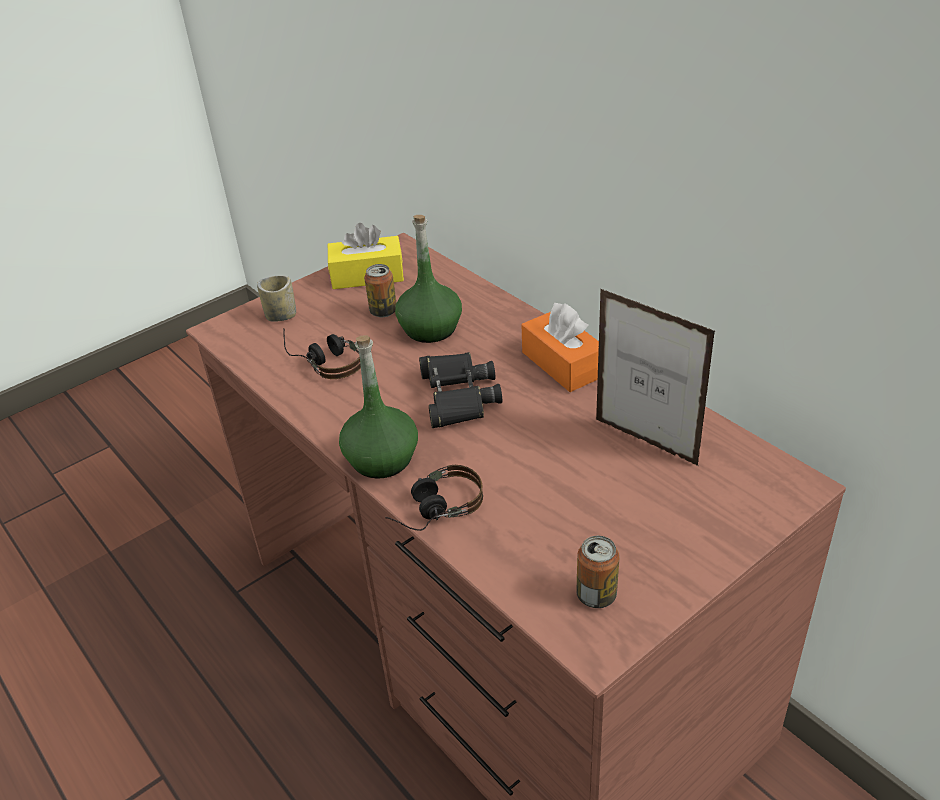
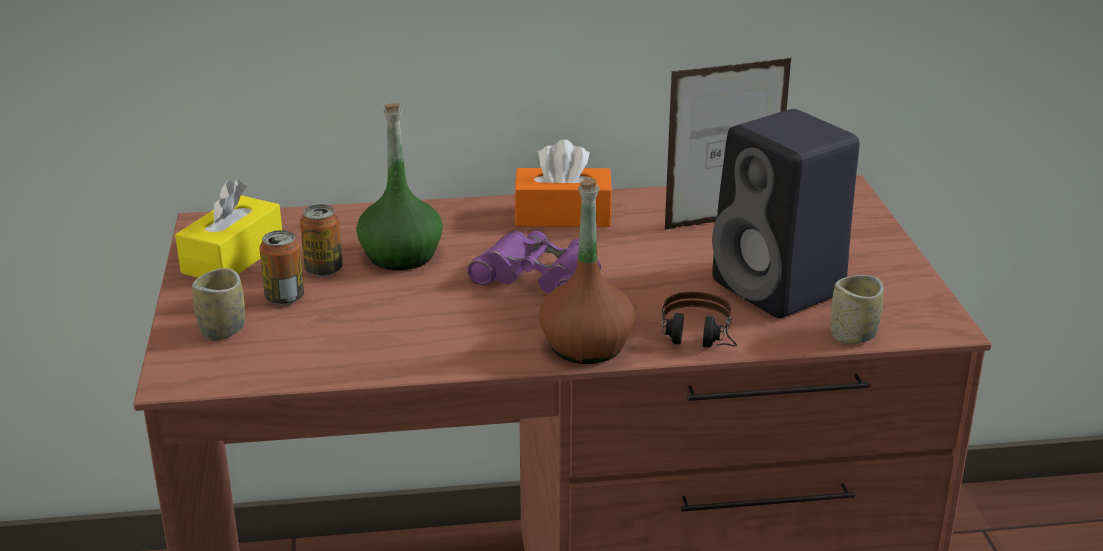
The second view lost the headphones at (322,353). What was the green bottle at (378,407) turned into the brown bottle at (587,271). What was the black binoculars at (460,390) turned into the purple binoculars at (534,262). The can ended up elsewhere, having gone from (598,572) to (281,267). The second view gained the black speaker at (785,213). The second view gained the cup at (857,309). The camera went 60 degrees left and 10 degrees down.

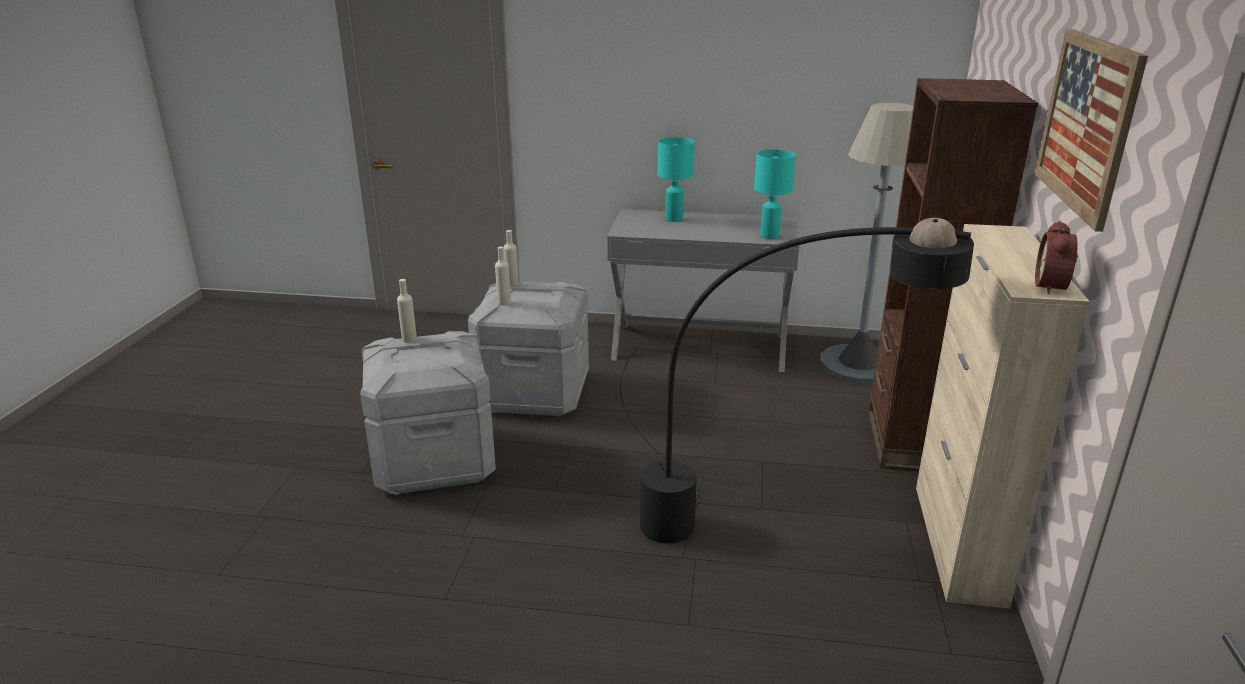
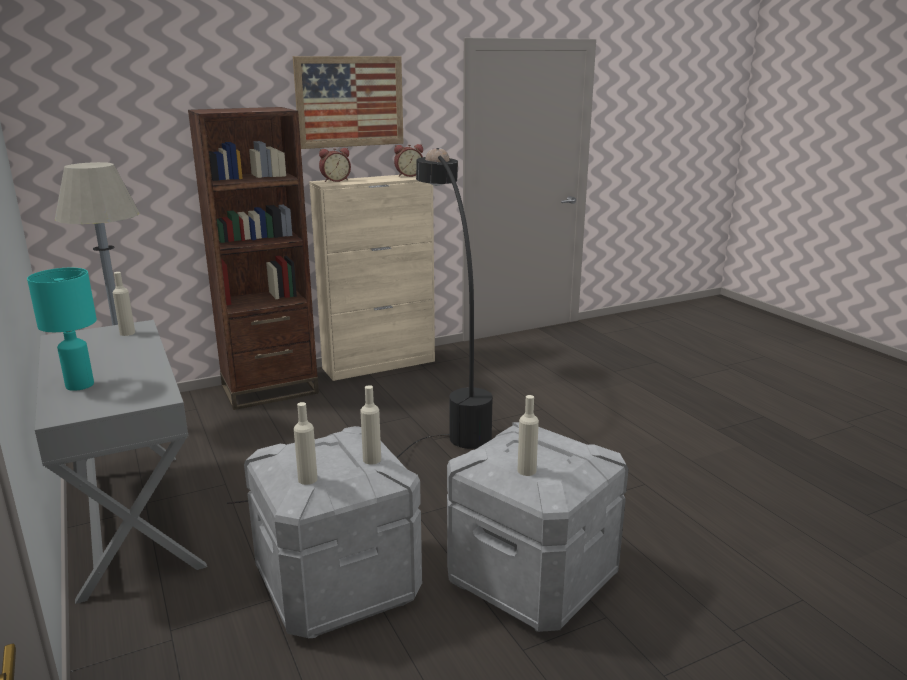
Where the turquoise table lamp stood at (775,194), the beige bottle came to stand at (124,304). The second view gained the alarm clock at (335,165). The camera went 125 degrees left and 5 degrees down.

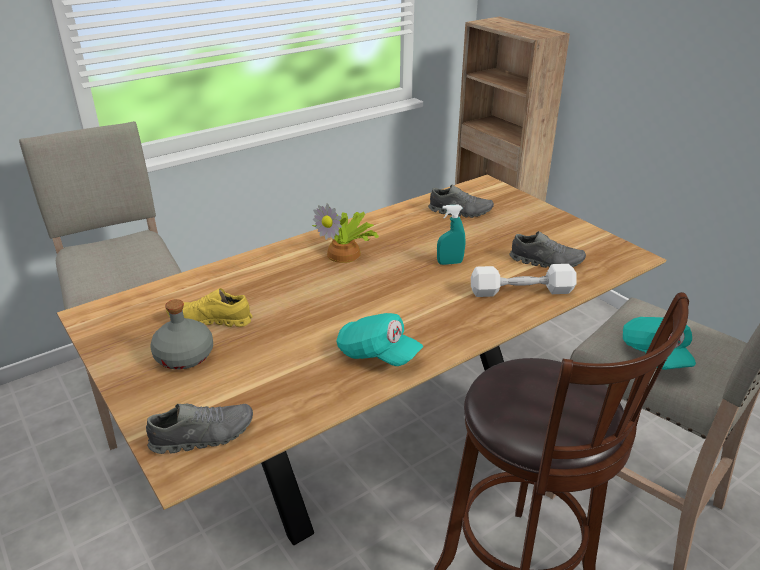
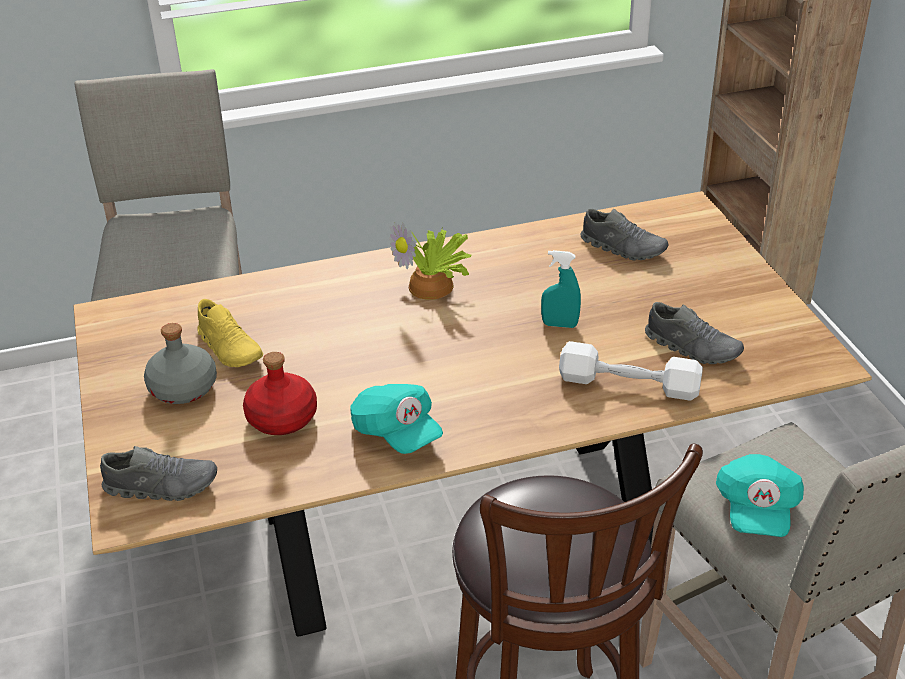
The yellow shoe at (209,307) ended up facing another way, 150 degrees counterclockwise from before. The second view gained the red bottle at (280,393). The camera went 20 degrees right and 5 degrees up.

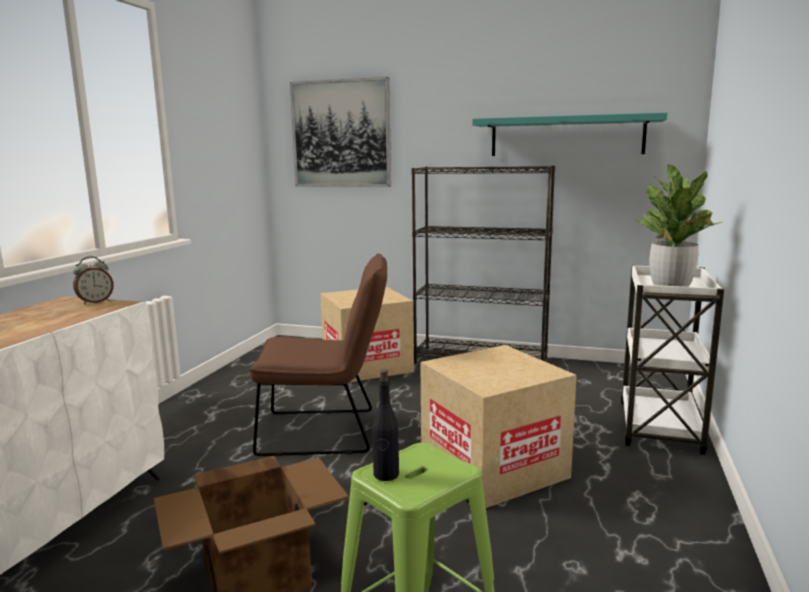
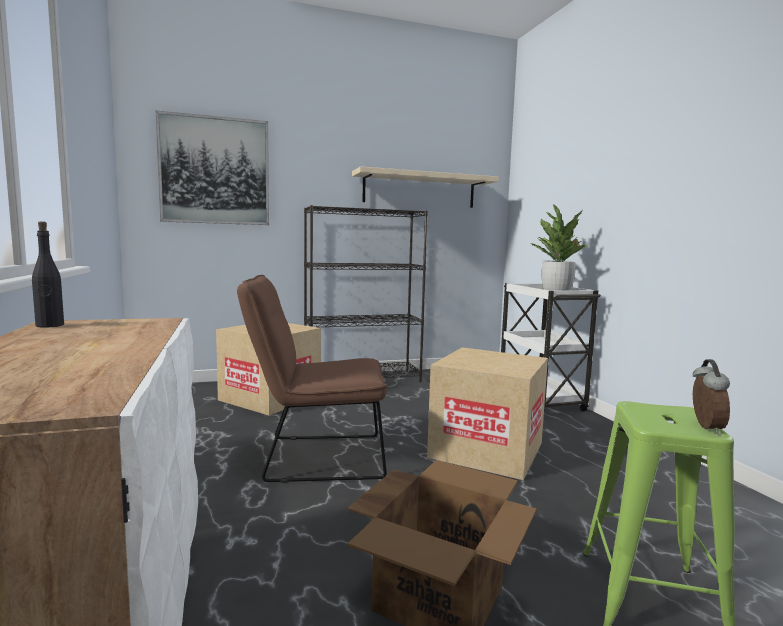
What was the turquoise shelf at (569,134) turned into the beige shelf at (425,187). The brown chair at (317,355) ended up facing another way, 150 degrees counterclockwise from before. The alarm clock ended up elsewhere, having gone from (93,280) to (711,396). The black bottle ended up elsewhere, having gone from (385,425) to (48,274). The camera went 35 degrees left and 5 degrees down.

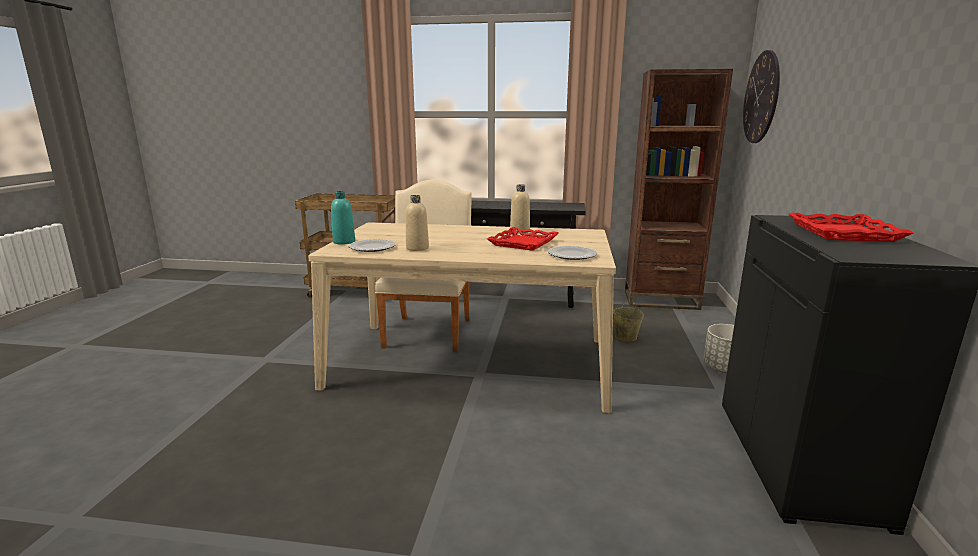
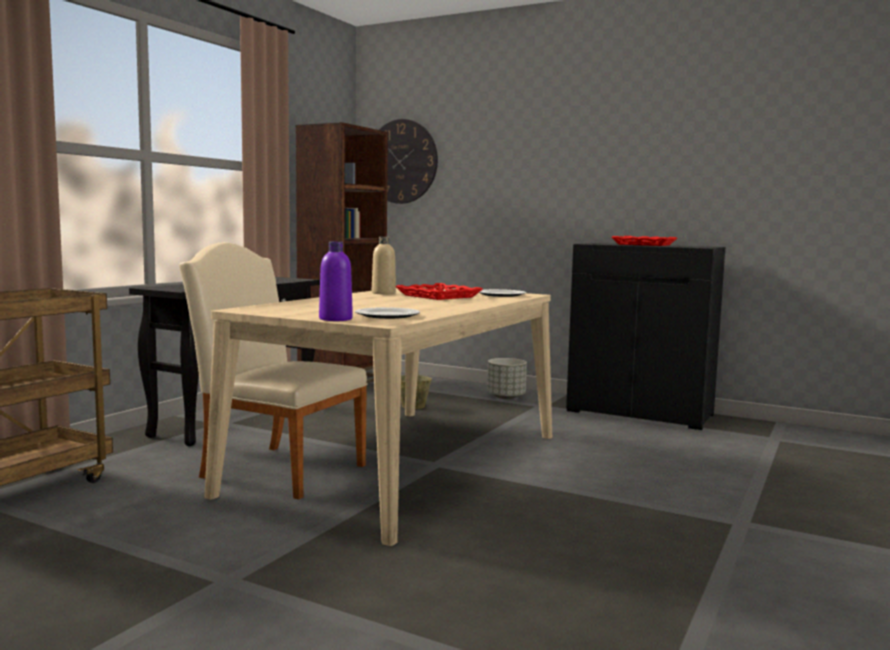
What was the turquoise bottle at (343,218) turned into the purple bottle at (336,281). The second view lost the beige bottle at (417,223). The camera went 70 degrees left and 10 degrees down.

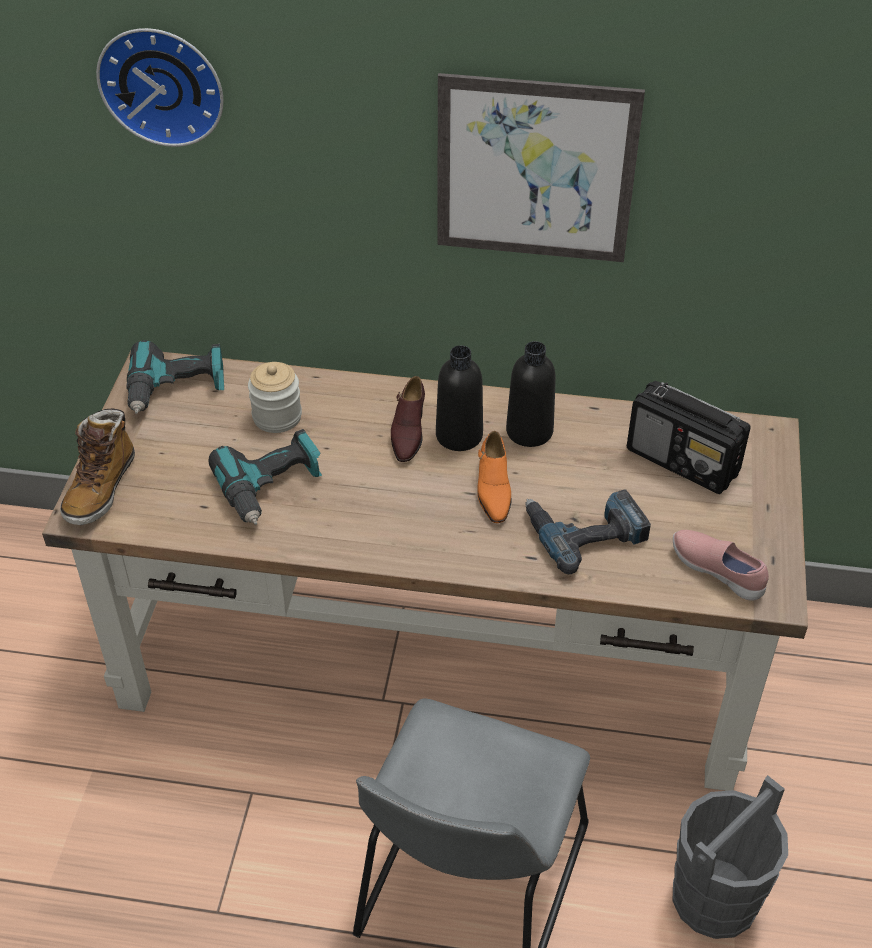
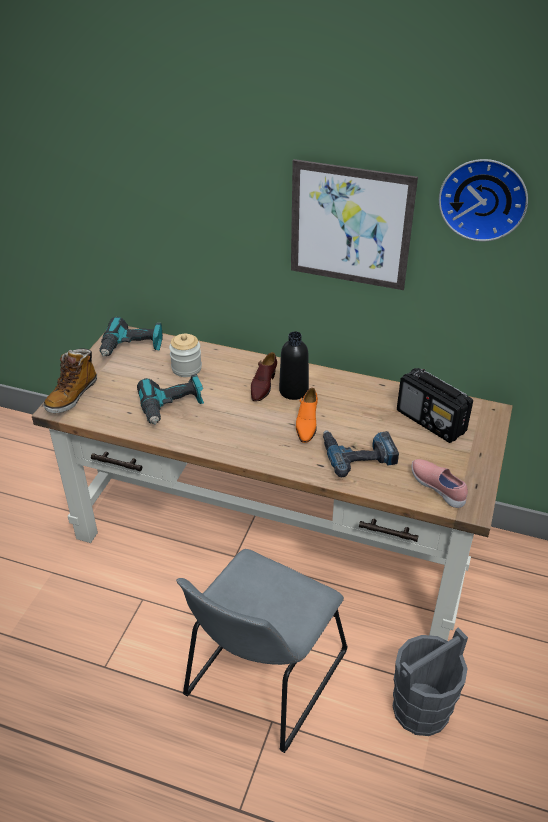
The wall clock ended up elsewhere, having gone from (160,87) to (483,200). The second view lost the black bottle at (531,394). The camera went 10 degrees right and 5 degrees down.

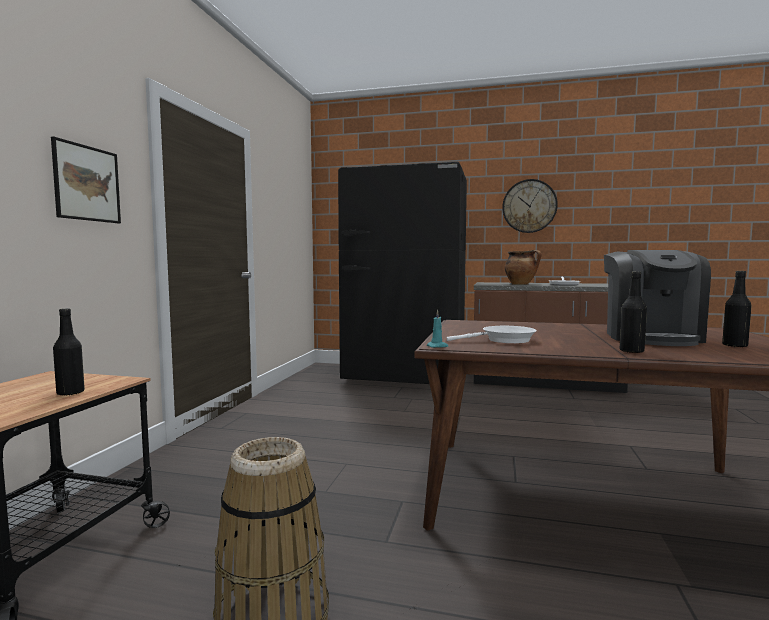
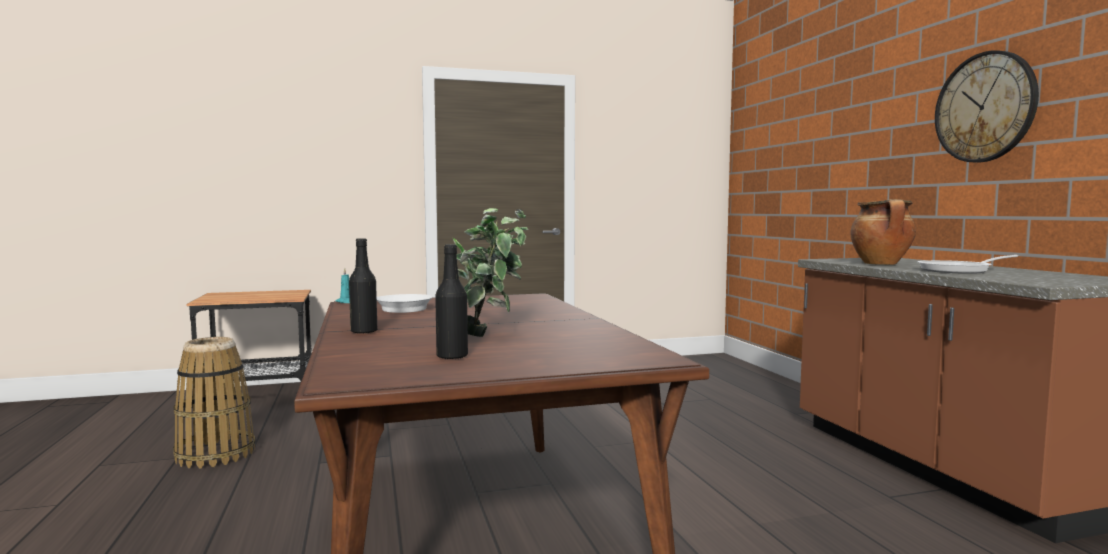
The second view lost the picture at (86,179). The second view lost the black fridge at (402,272). Where the coffee machine stood at (657,298), the potted plant came to stand at (491,272). The second view lost the black bottle at (69,351). The camera went 60 degrees right and 0 degrees up.

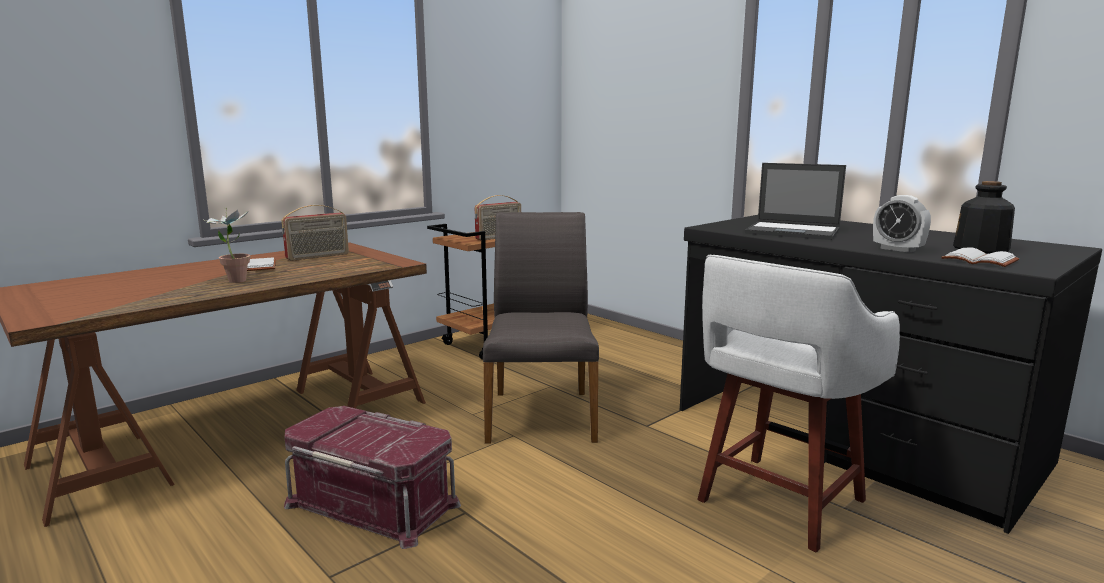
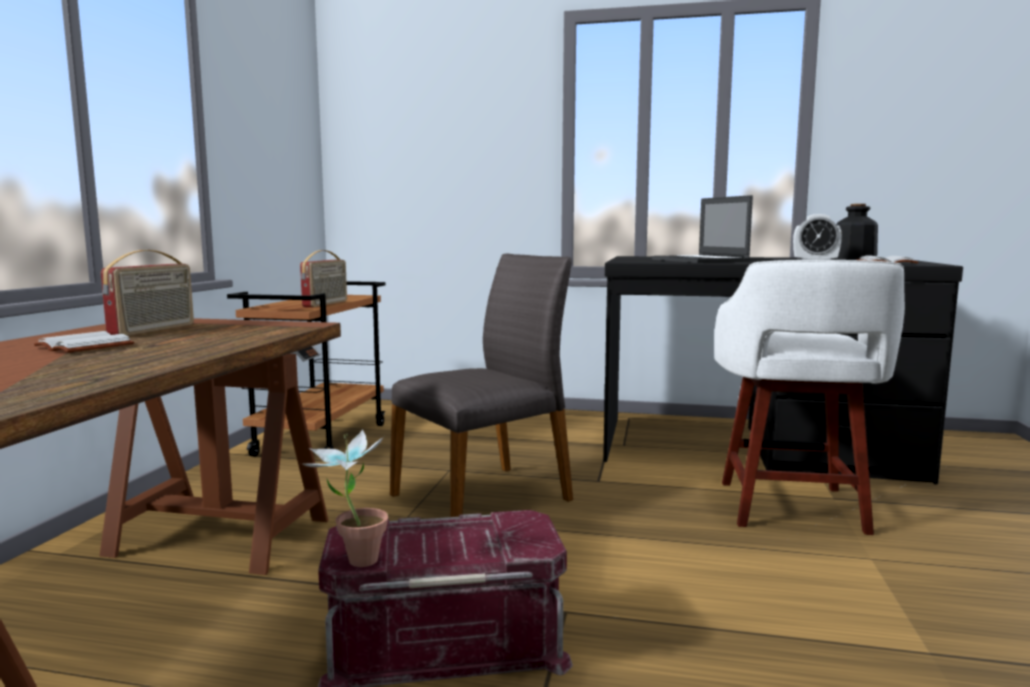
The laptop at (795,201) ended up facing another way, 75 degrees clockwise from before. The potted plant ended up elsewhere, having gone from (226,245) to (344,498). The grey chair at (541,328) ended up facing another way, 90 degrees clockwise from before. The camera went 35 degrees left and 5 degrees down.

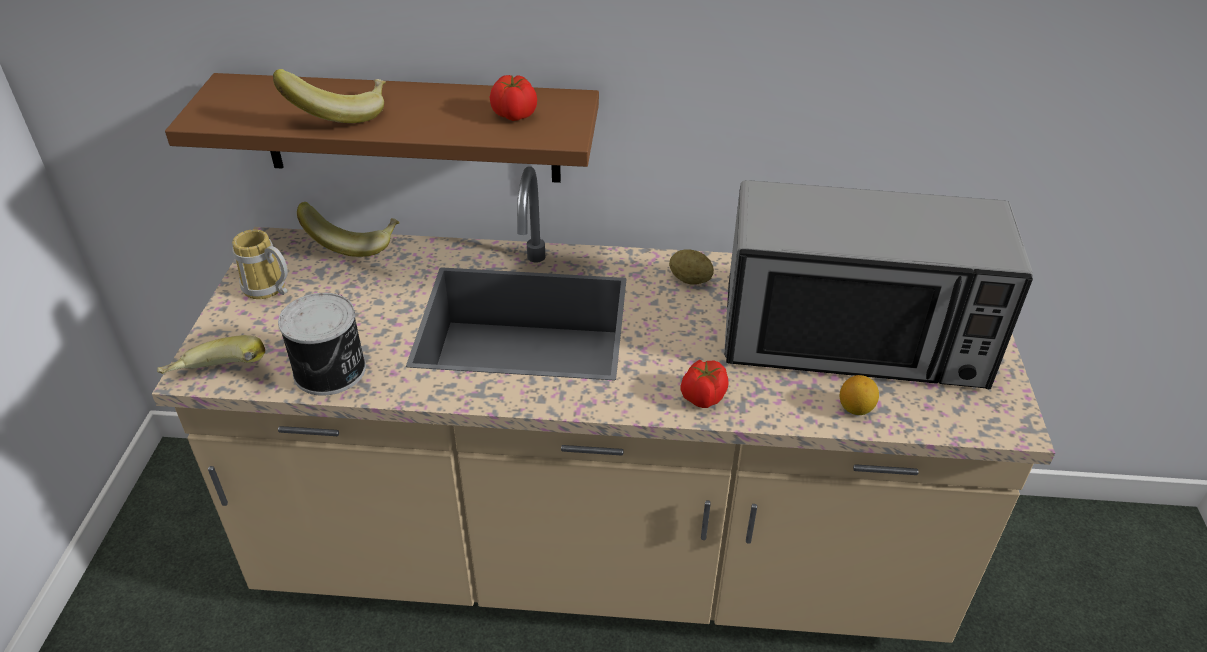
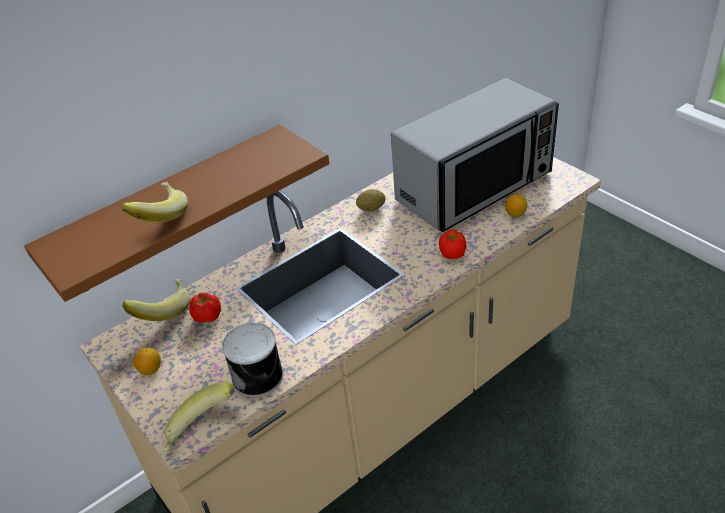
The tomato ended up elsewhere, having gone from (513,98) to (205,307). Where the mug stood at (260,264), the lemon came to stand at (147,361). The camera went 40 degrees left and 0 degrees up.

